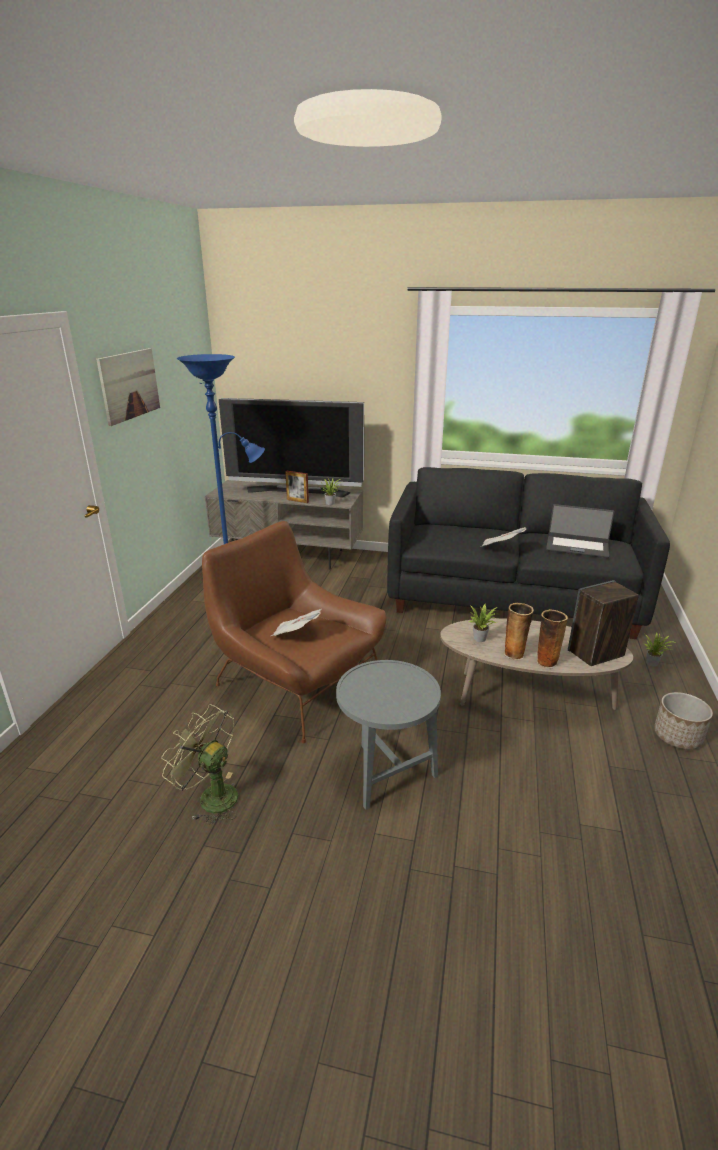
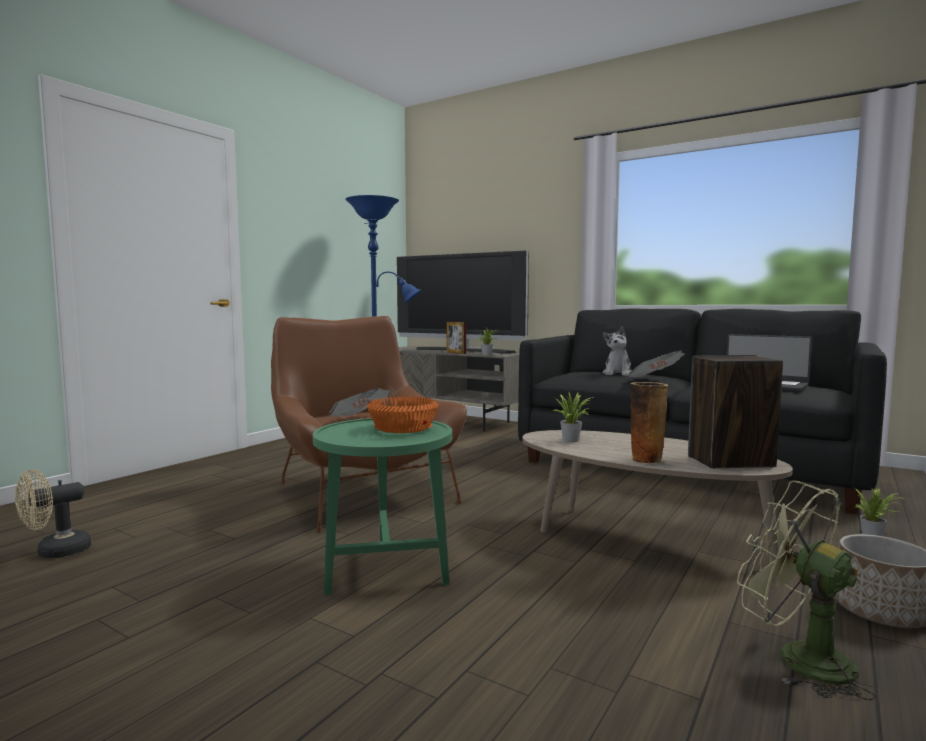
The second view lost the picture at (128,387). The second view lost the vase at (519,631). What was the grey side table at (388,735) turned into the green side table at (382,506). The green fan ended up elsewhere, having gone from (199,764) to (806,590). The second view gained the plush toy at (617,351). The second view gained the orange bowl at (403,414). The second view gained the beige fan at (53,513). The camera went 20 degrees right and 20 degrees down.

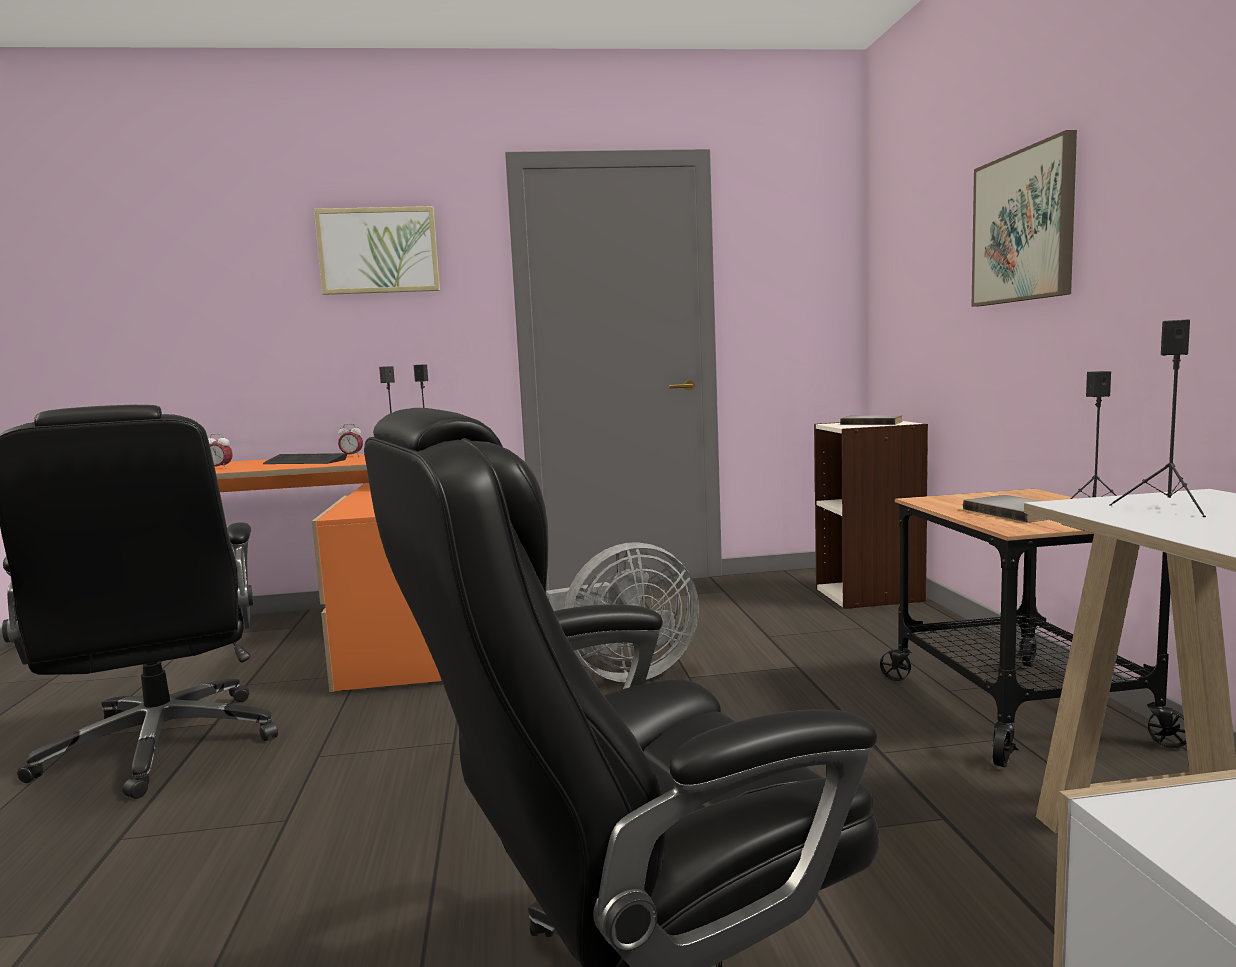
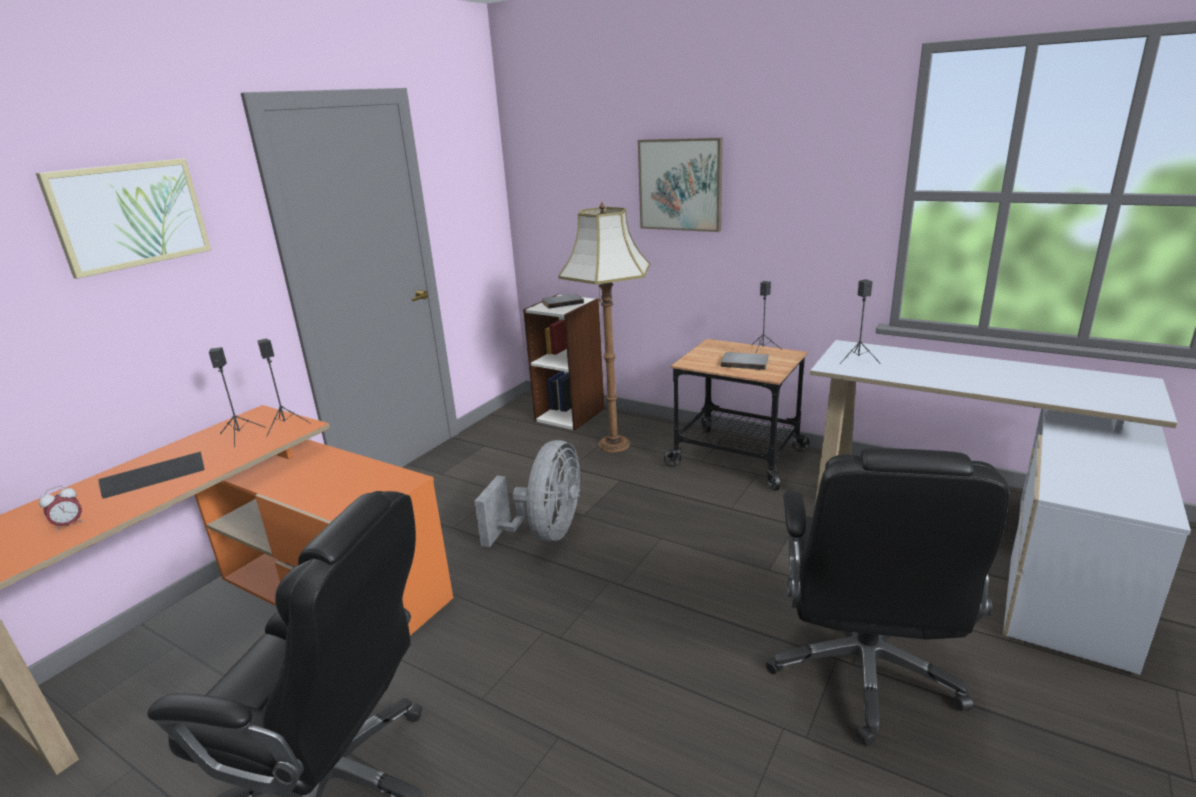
The second view lost the alarm clock at (350,440). The second view gained the floor lamp at (604,327). The camera went 50 degrees left and 15 degrees up.

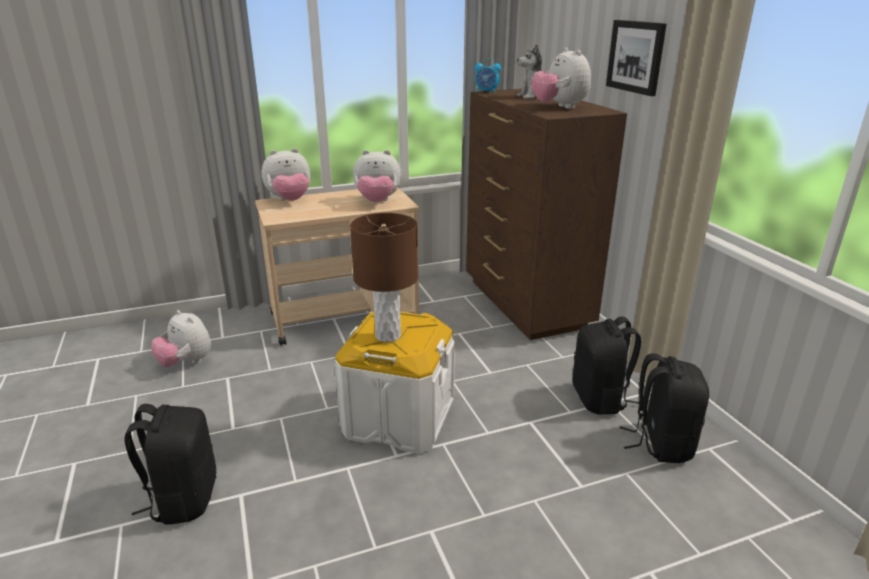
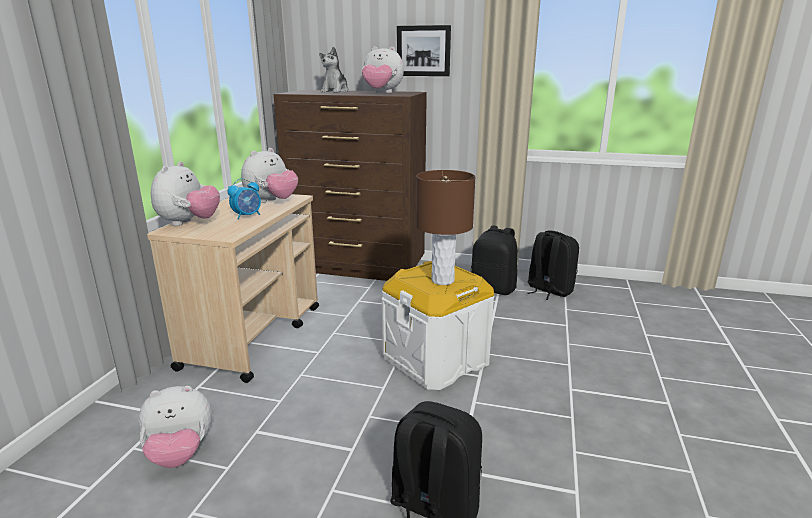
The alarm clock ended up elsewhere, having gone from (487,75) to (244,199). The camera went 55 degrees left and 5 degrees down.

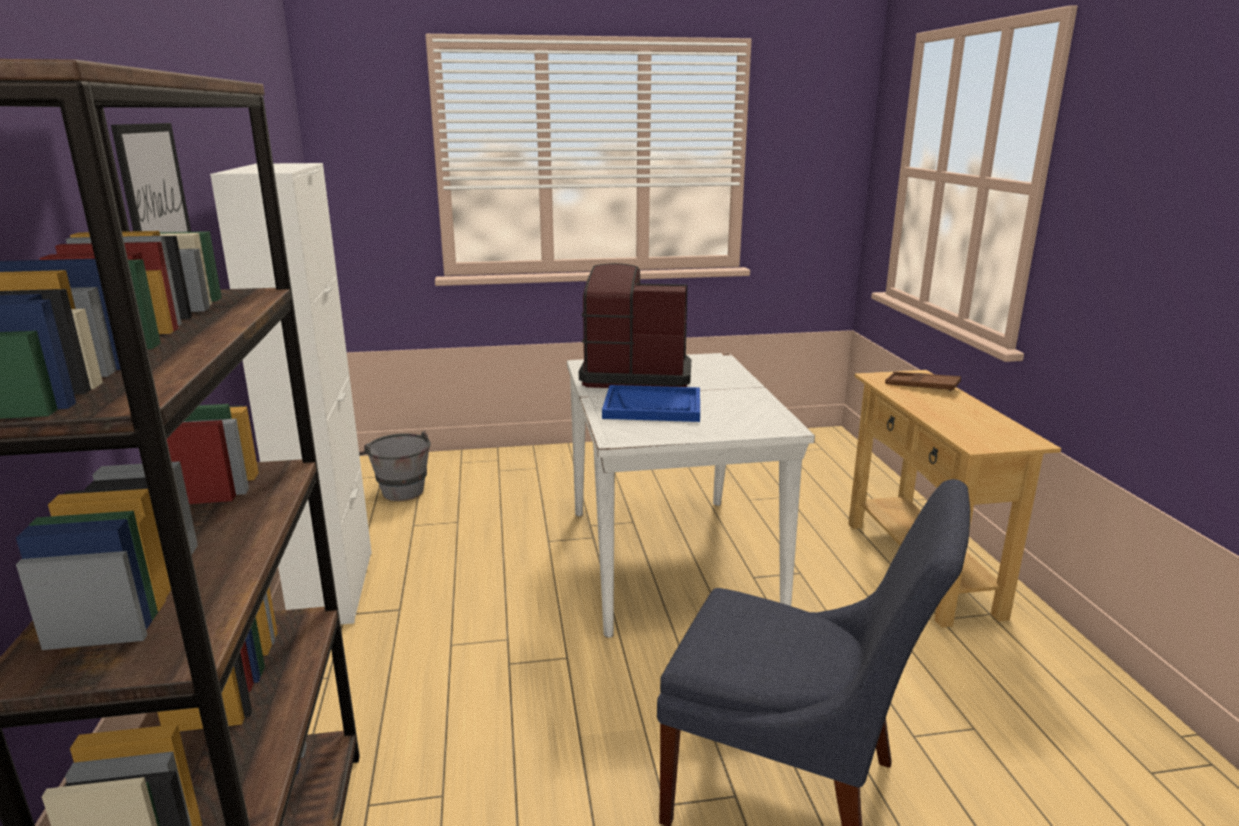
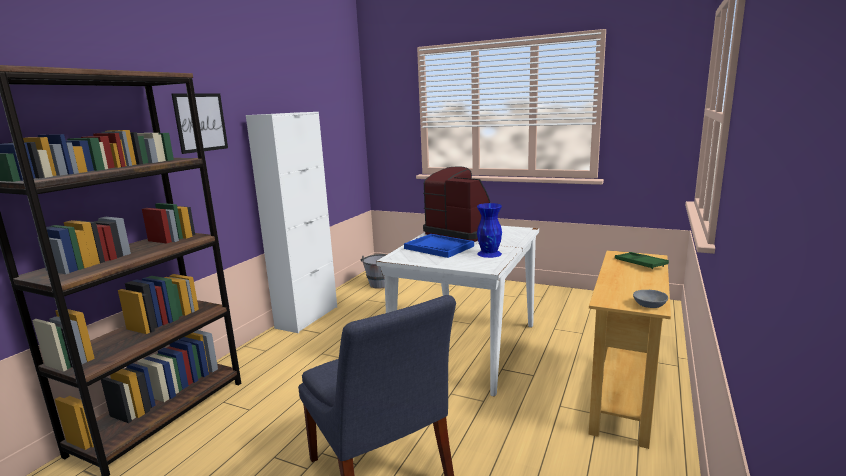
What was the brown tray at (923,381) turned into the green tray at (642,260). The second view gained the blue vase at (489,230). The second view gained the grey bowl at (650,299). The camera went 35 degrees right and 5 degrees down.

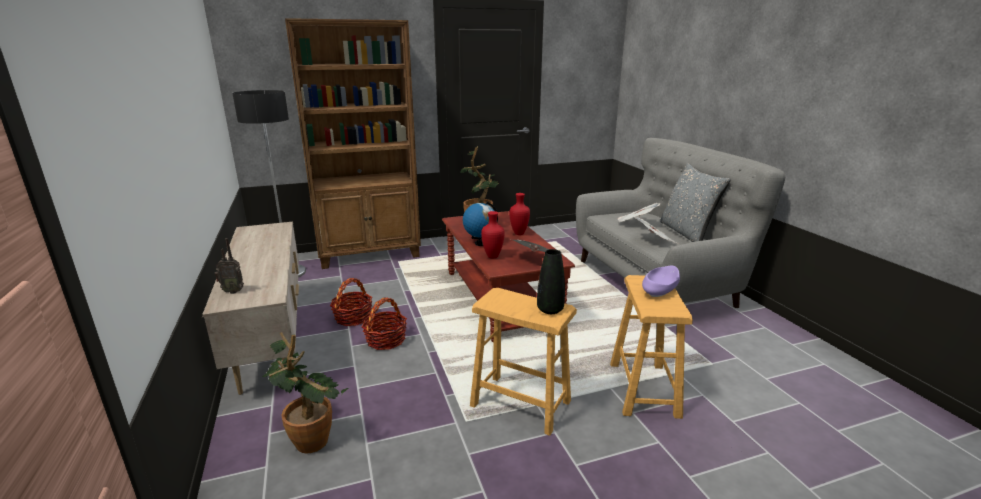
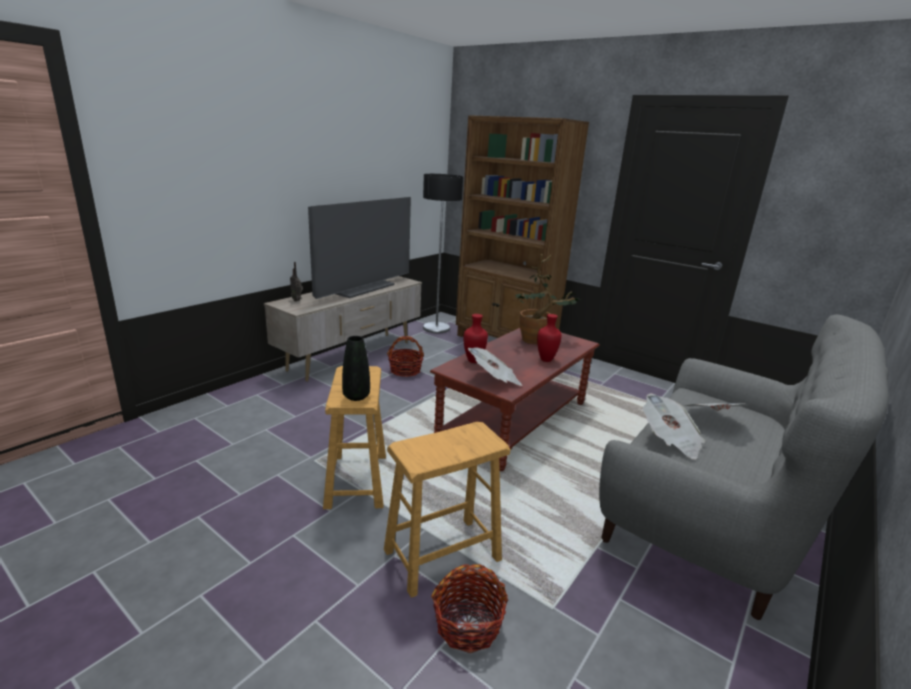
The second view lost the grey pillow at (695,202). The second view lost the globe at (480,223). The second view lost the purple bowl at (661,281). The basket ended up elsewhere, having gone from (384,323) to (469,608). The second view lost the potted plant at (305,392). The second view gained the television at (359,248). The camera went 55 degrees right and 0 degrees up.

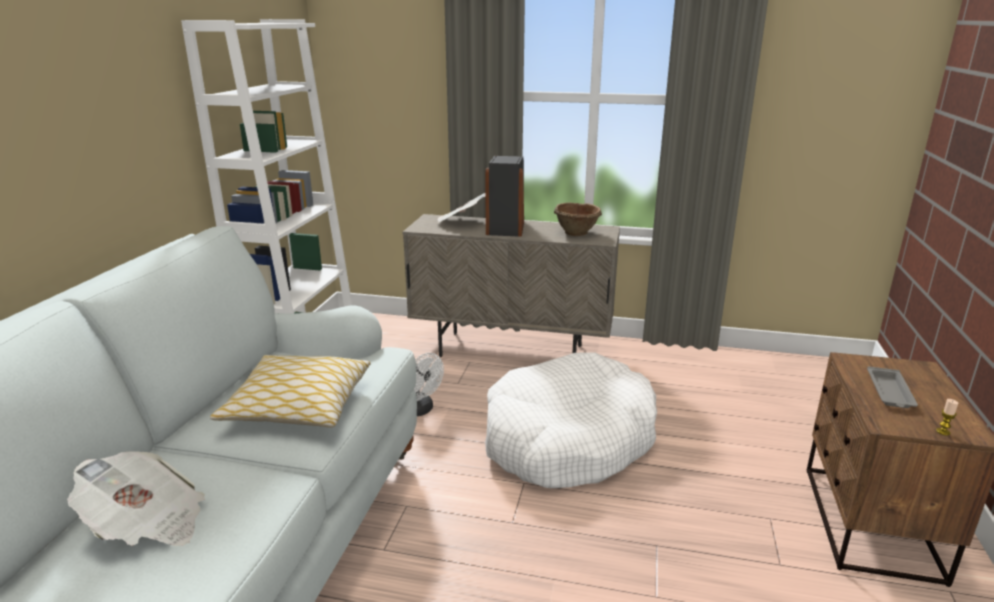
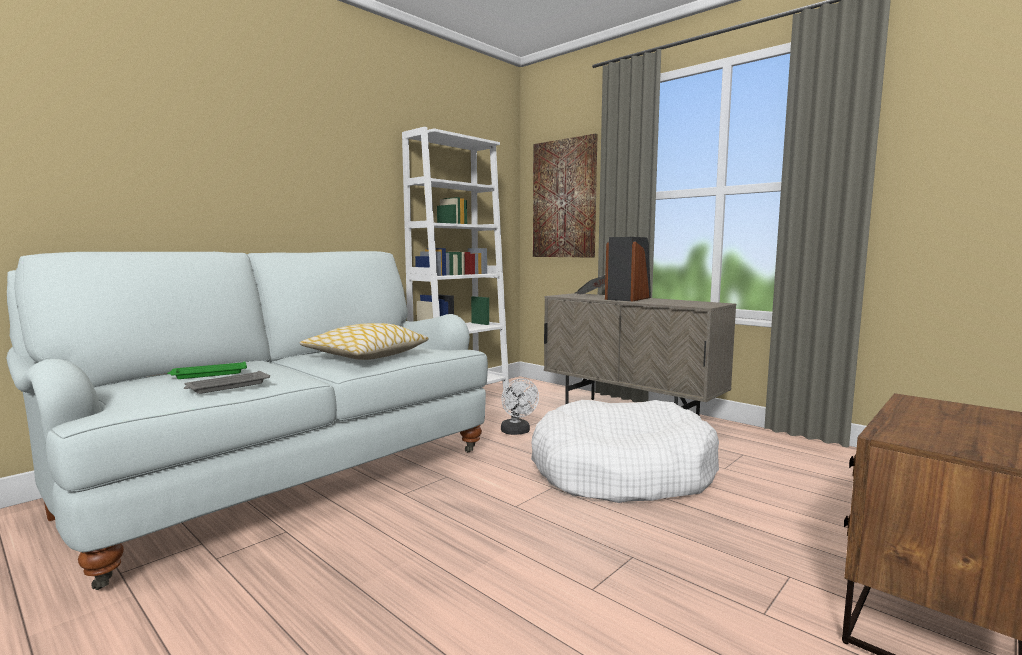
The second view lost the brown bowl at (578,219). The grey tray ended up elsewhere, having gone from (892,387) to (227,382). The second view lost the candle at (947,417). Where the newspaper stood at (136,498), the green tray came to stand at (207,370). The second view gained the picture at (565,196). The camera went 30 degrees right and 15 degrees down.

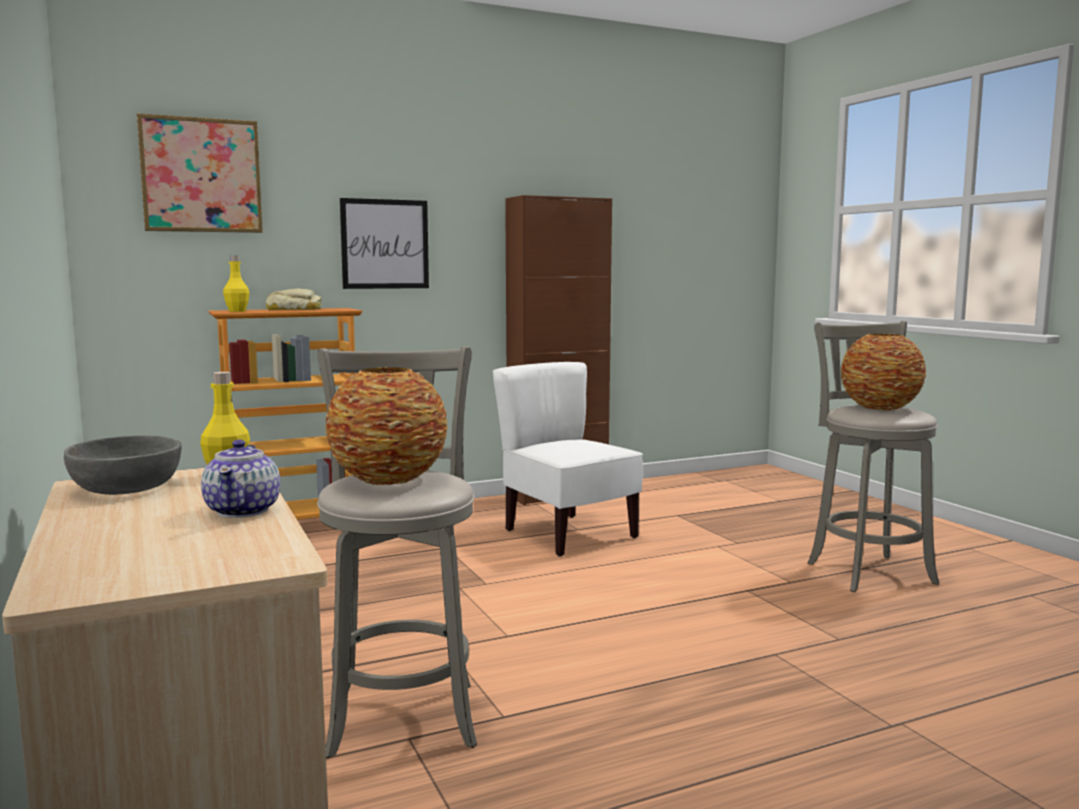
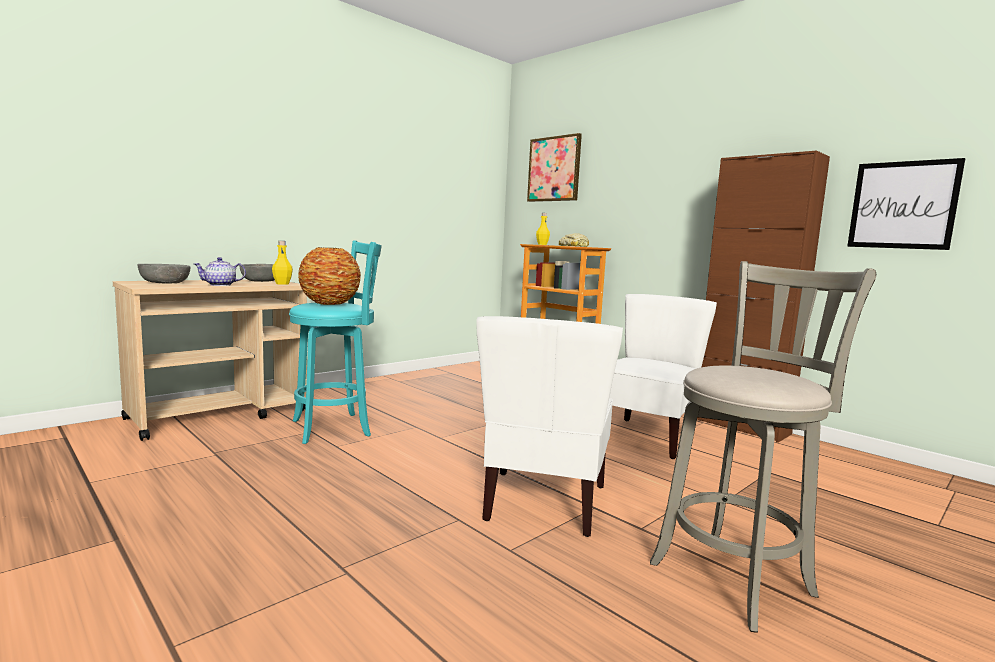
The picture ended up elsewhere, having gone from (384,243) to (906,204). The second view lost the vase at (883,371). What was the grey stool at (397,552) turned into the turquoise stool at (335,342). The second view gained the grey bowl at (164,274). The second view gained the white chair at (549,426). The camera went 70 degrees right and 0 degrees up.

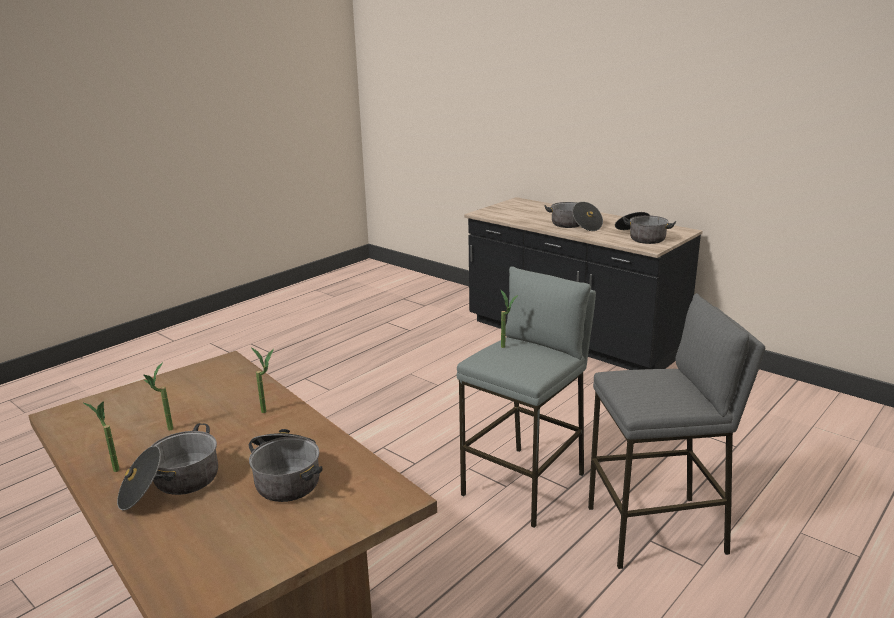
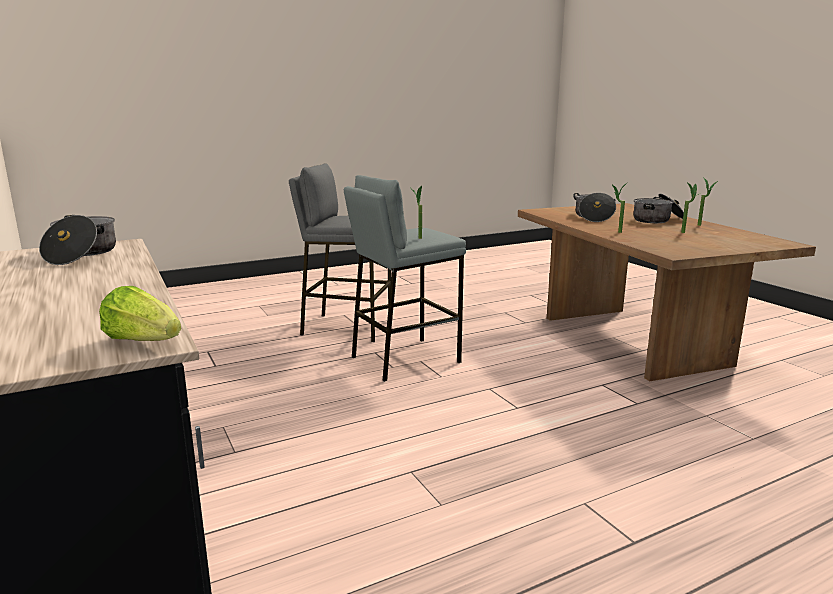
The second view lost the cooking pot at (573,216). The second view gained the lettuce at (140,313). The camera went 160 degrees left and 5 degrees down.

